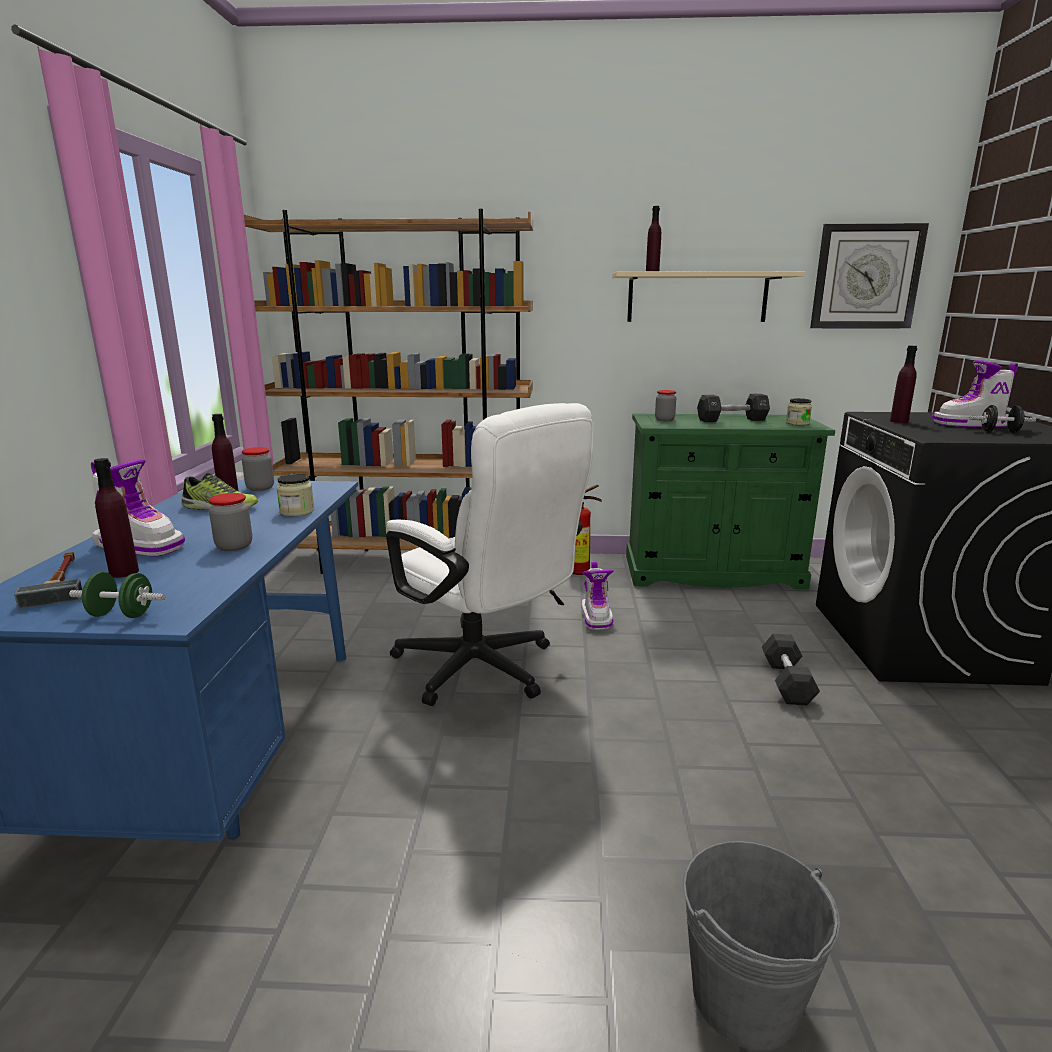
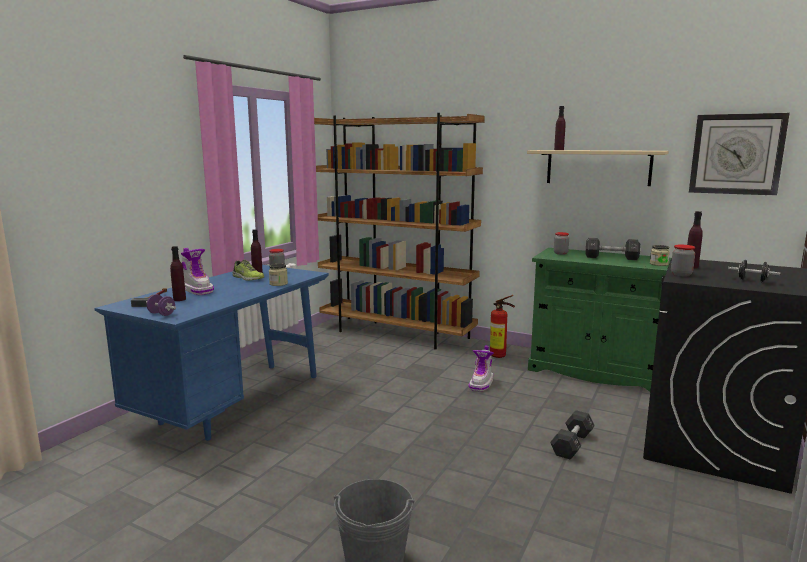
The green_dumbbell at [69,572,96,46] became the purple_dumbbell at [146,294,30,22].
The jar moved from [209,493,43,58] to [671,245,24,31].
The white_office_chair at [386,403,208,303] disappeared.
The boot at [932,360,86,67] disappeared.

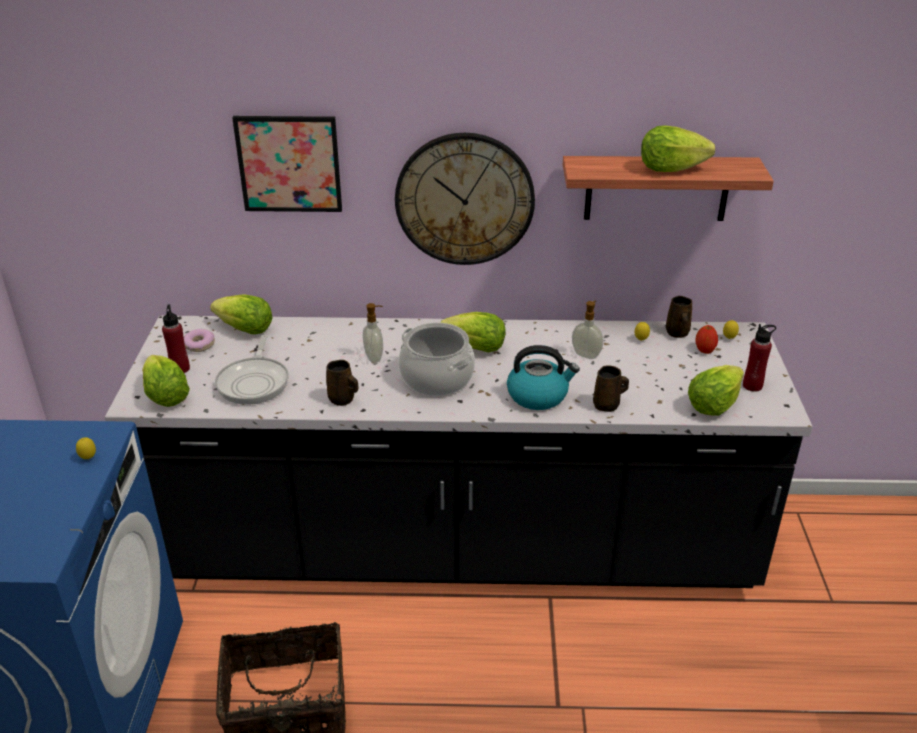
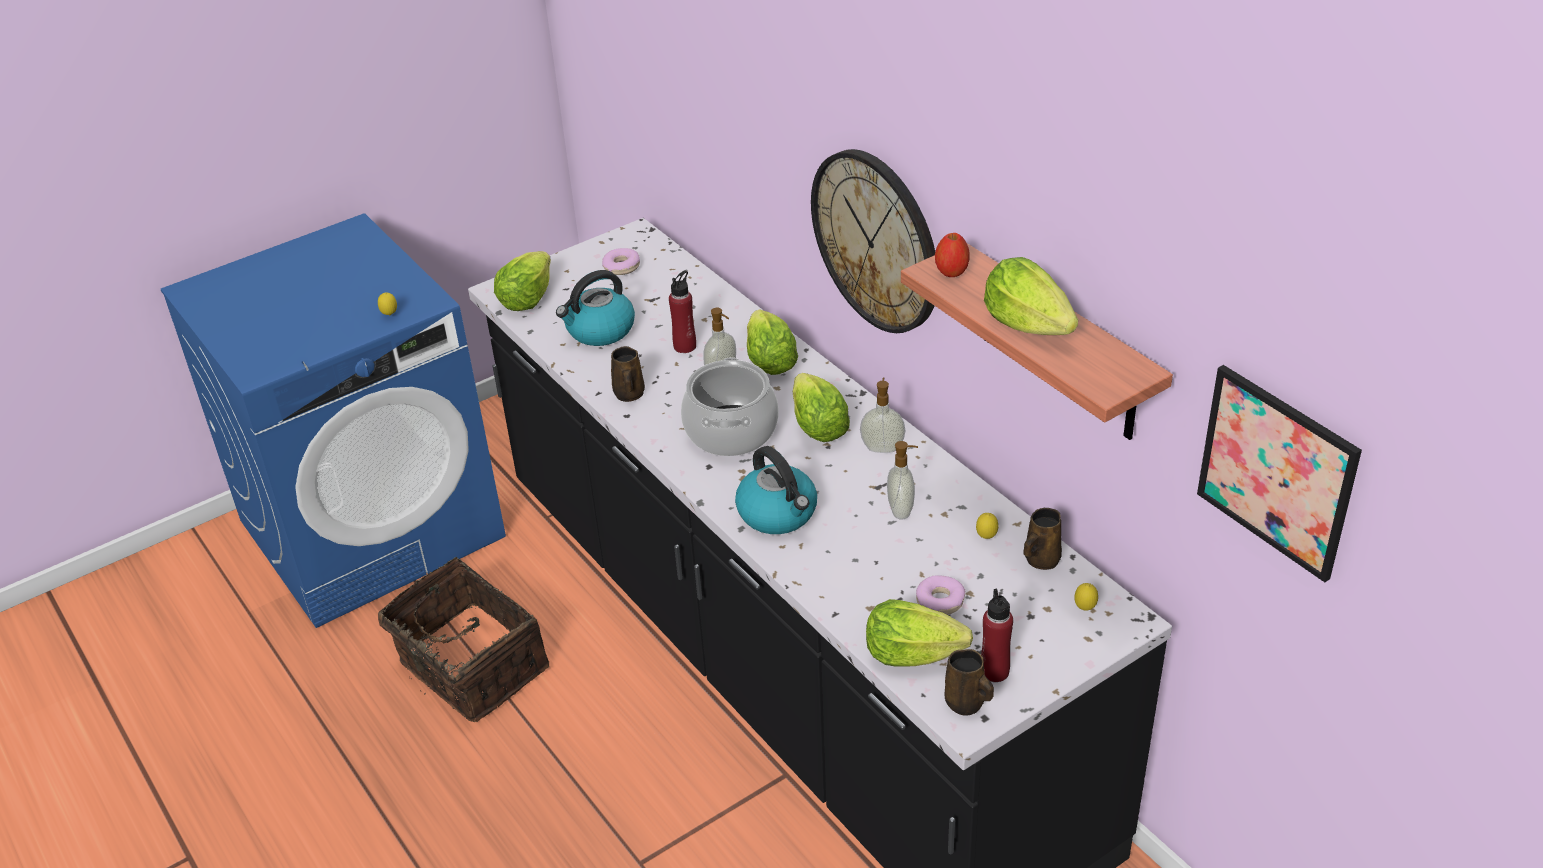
The red_bottle moved from [162,304,28,69] to [669,271,27,82].
The lettuce moved from [210,294,63,41] to [747,310,51,65].
The frying_pan at [215,335,74,70] was replaced by the kettle at [556,270,79,76].
The picture moved from [232,116,110,96] to [1197,365,165,217].
The brown_mug moved from [593,366,36,46] to [944,649,50,67].
The apple moved from [695,325,23,29] to [935,233,35,44].
The soap_dispenser at [860,377,45,76] appeared.
The donut at [916,575,49,40] appeared.

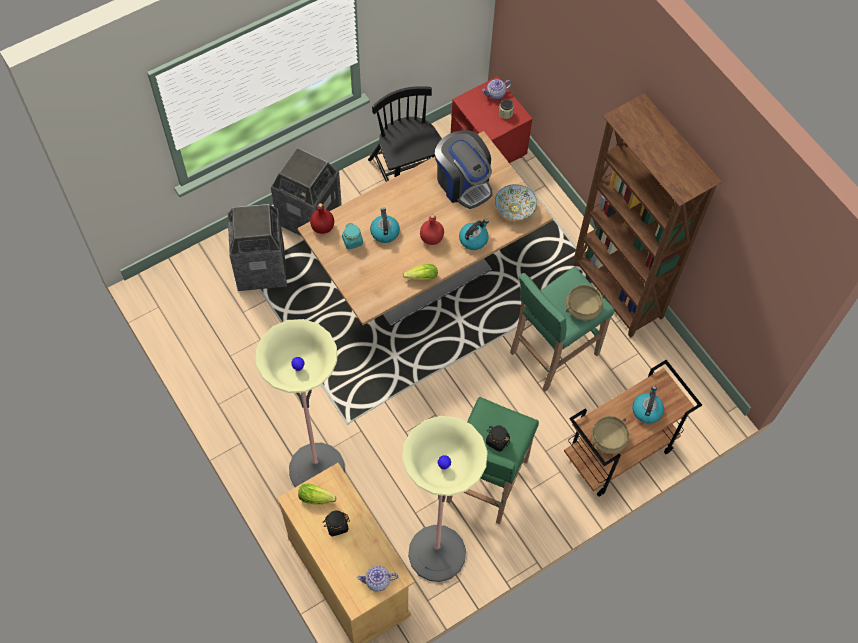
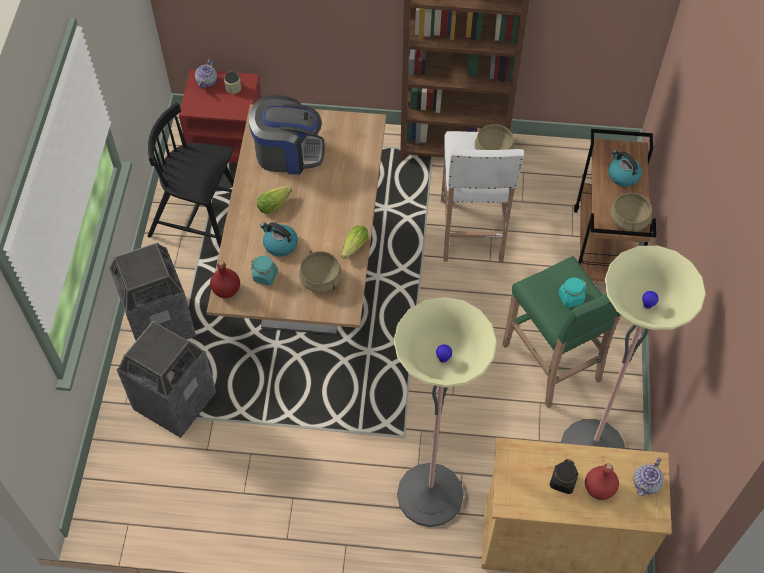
The lettuce moved from [298,483,38,22] to [257,186,35,28].
The red_bottle moved from [420,214,24,31] to [585,463,34,37].
The kettle at [459,219,30,31] disappeared.
The black_jar at [486,425,24,27] became the turquoise_jar at [558,277,29,31].
The bowl at [495,184,42,36] disappeared.
The green_stool at [510,267,105,125] became the white_stool at [441,131,83,131].
The beige_cooking_pot at [299,250,43,43] appeared.

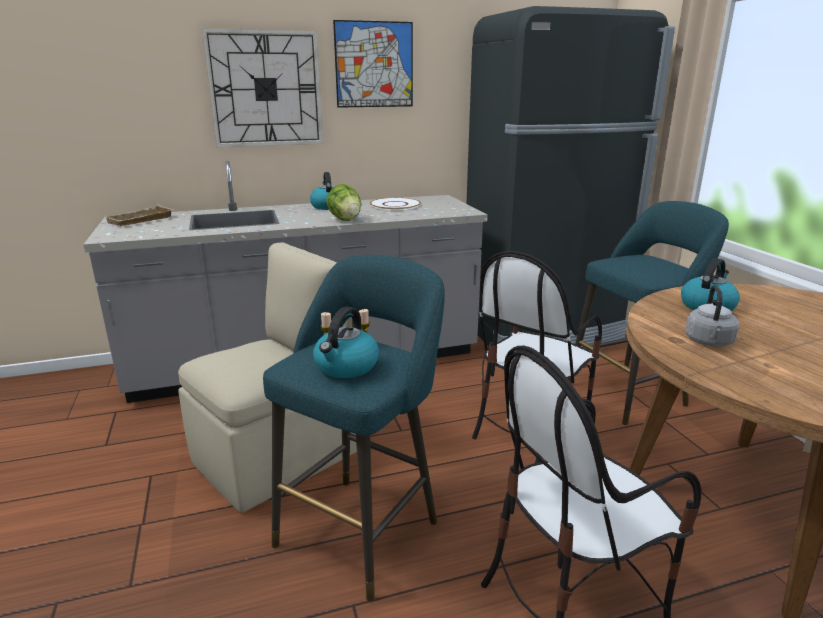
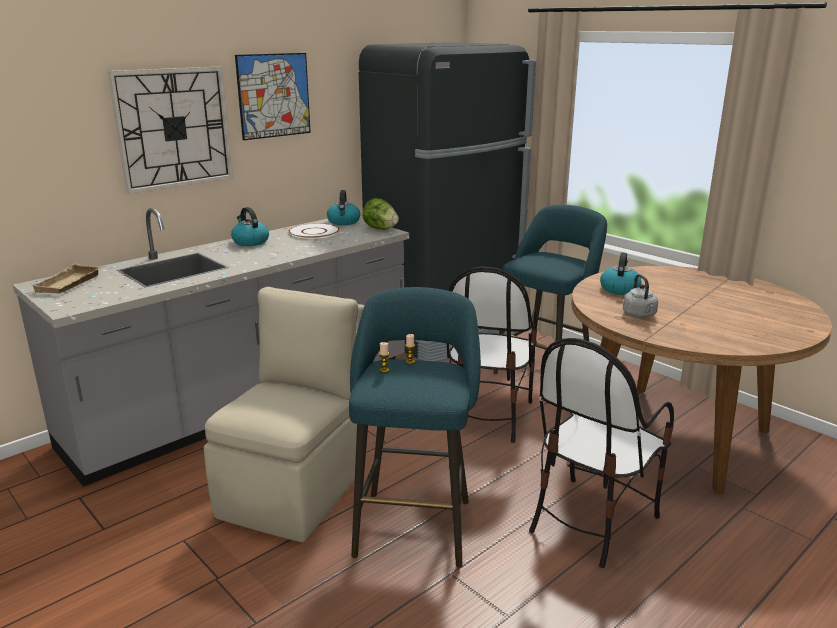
The kettle moved from [313,307,66,71] to [327,190,33,35].
The lettuce moved from [326,184,35,37] to [362,198,37,32].

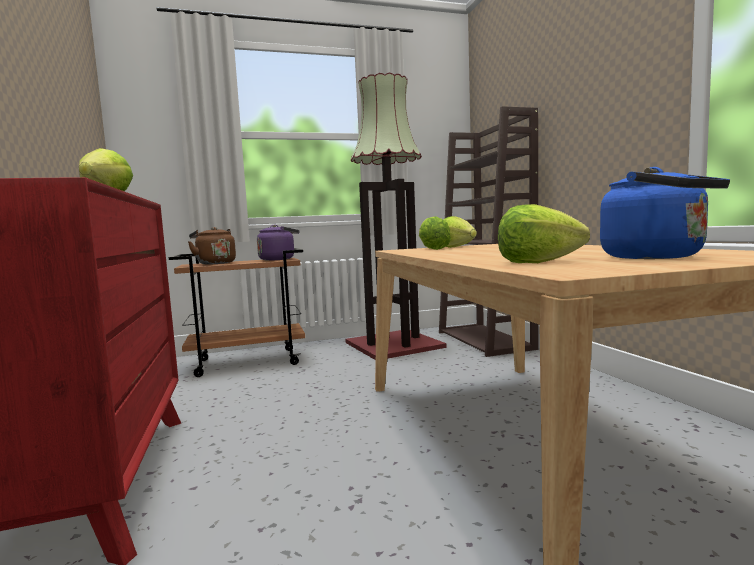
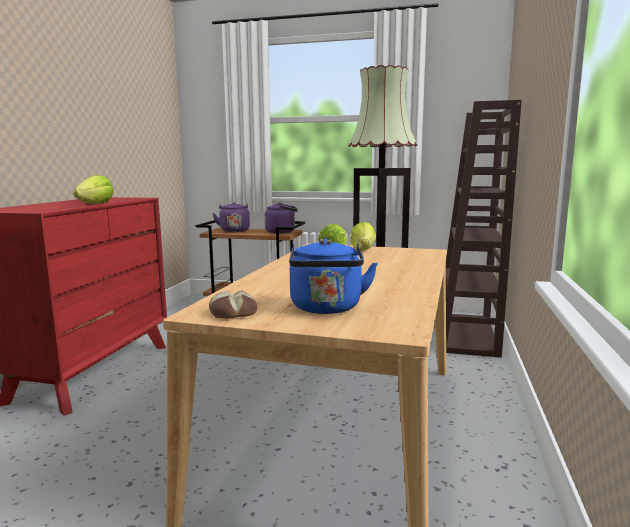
The brown_kettle at [188,227,48,37] became the purple_kettle at [213,202,37,30].
The lettuce at [498,204,92,59] disappeared.
The bread at [209,290,48,28] appeared.

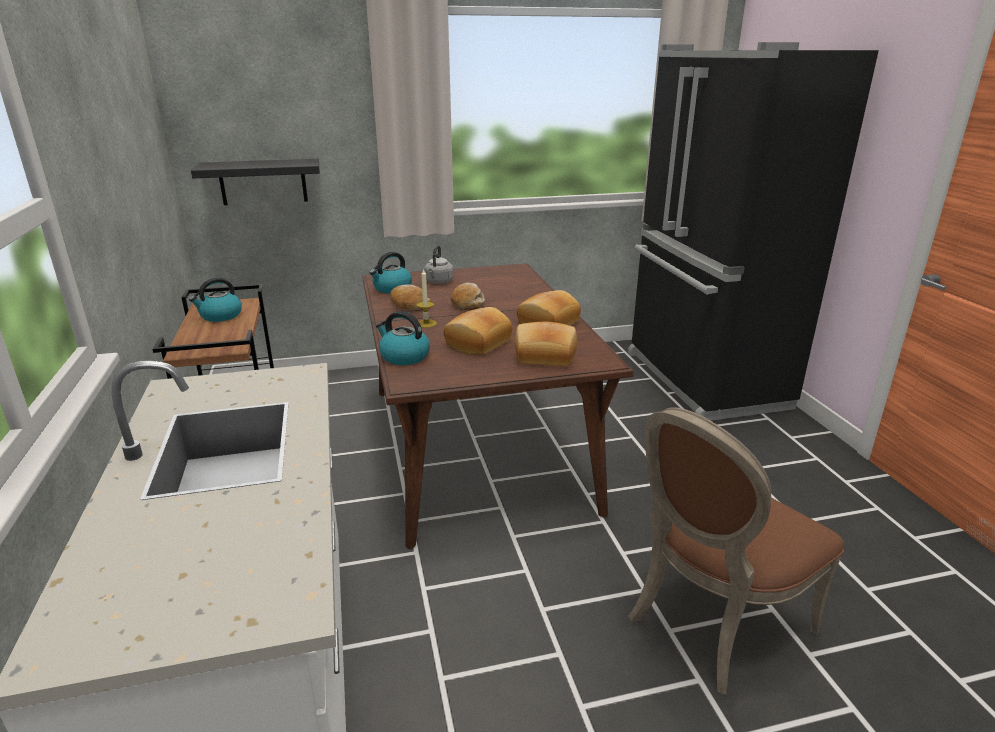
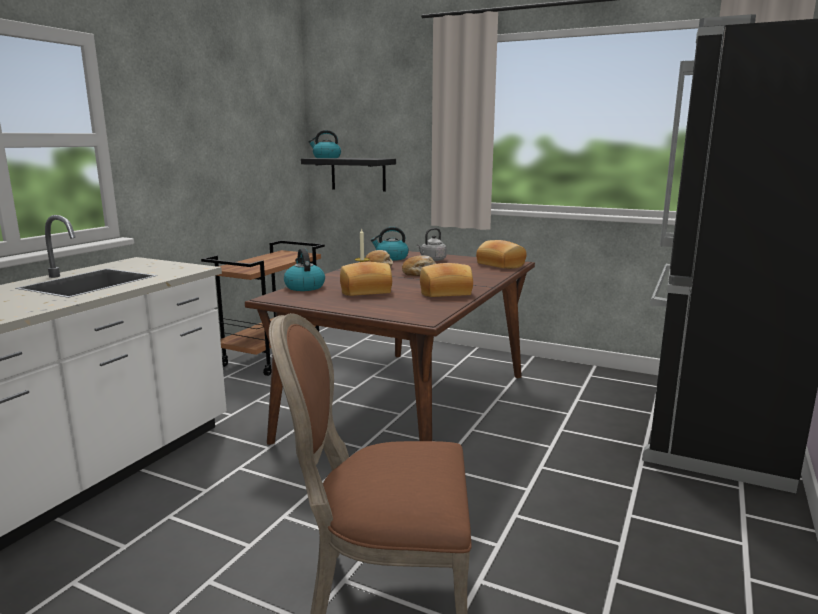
The kettle moved from [189,278,53,44] to [308,130,33,28].
The bread moved from [515,322,62,44] to [476,240,51,29].

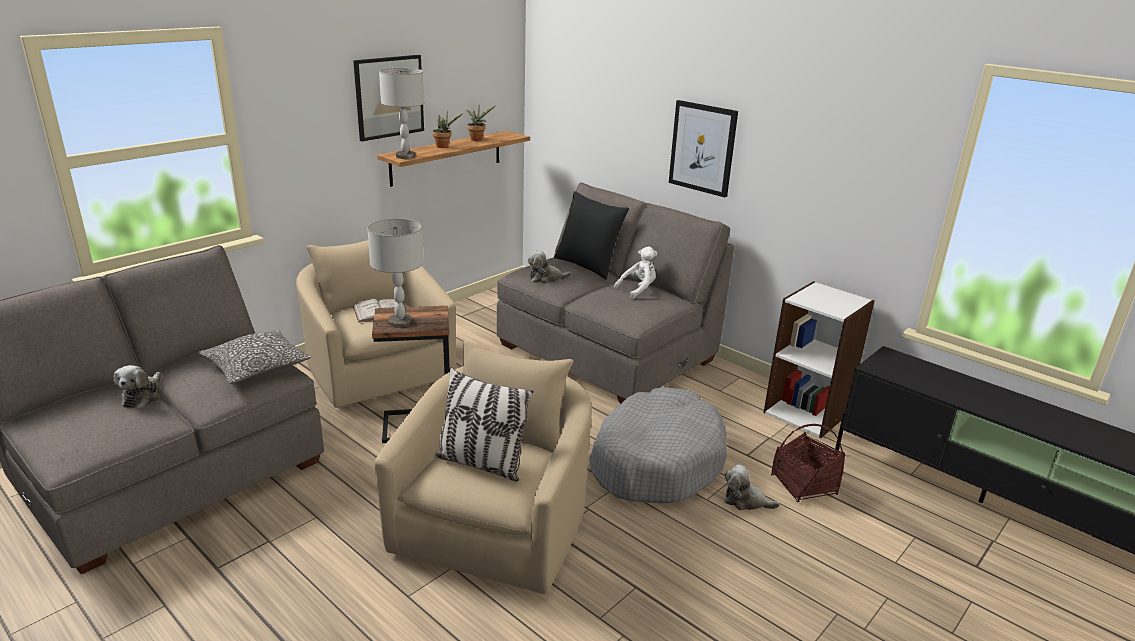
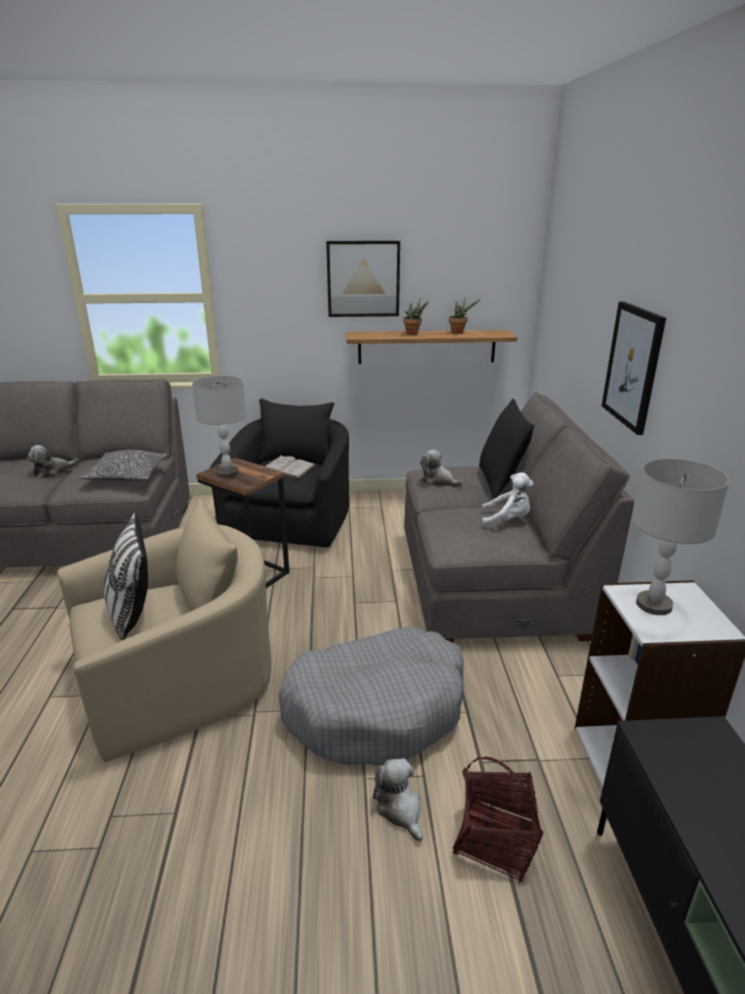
The beige_armchair at [296,240,160,168] became the black_armchair at [209,399,140,149].
The grey_table_lamp moved from [379,68,45,91] to [632,458,97,157].

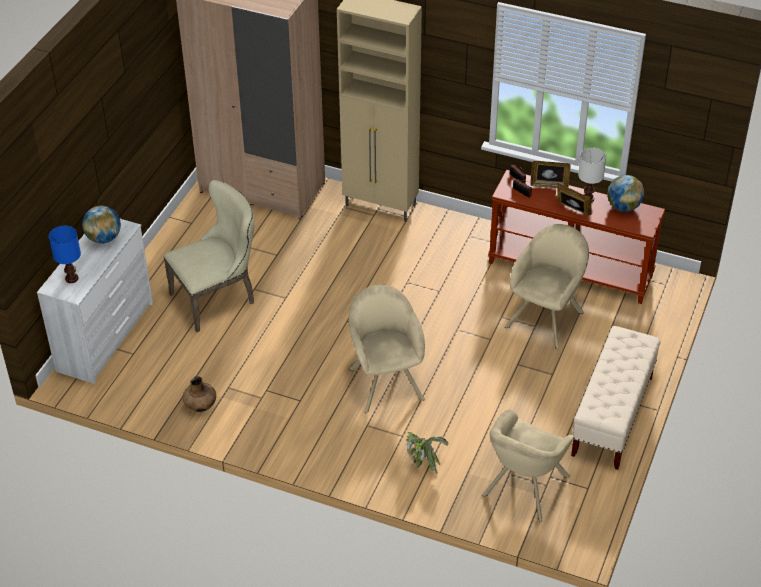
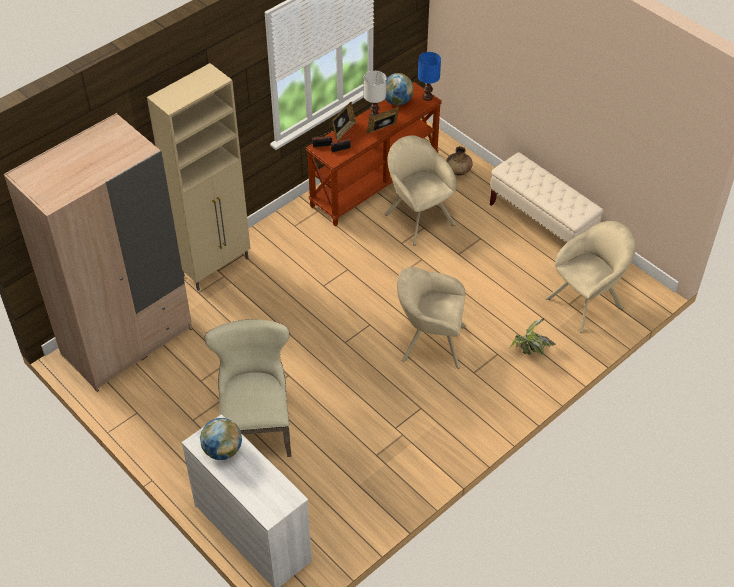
The blue_table_lamp moved from [49,226,32,57] to [418,52,23,49].
The brown_vase moved from [183,376,33,36] to [446,146,27,30].
The beige_armchair at [482,409,92,113] turned 90 degrees counterclockwise.

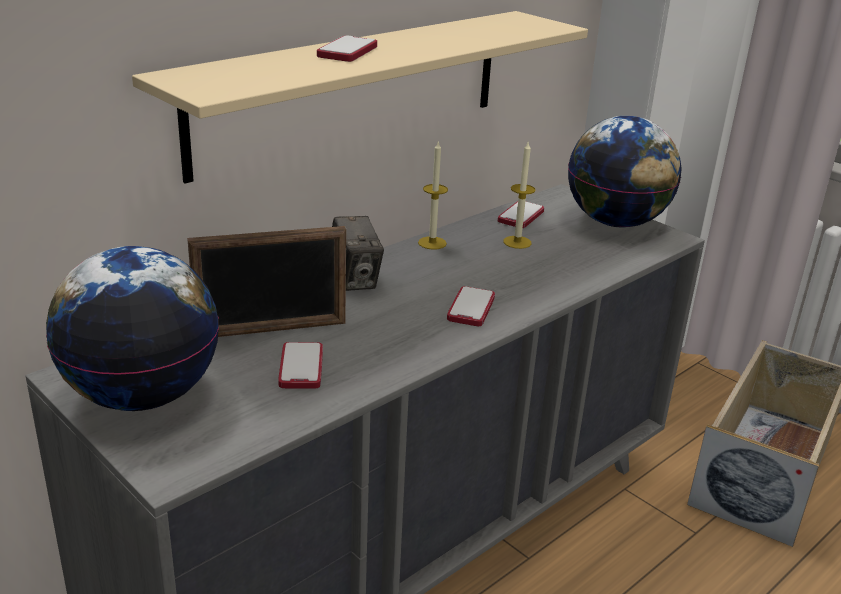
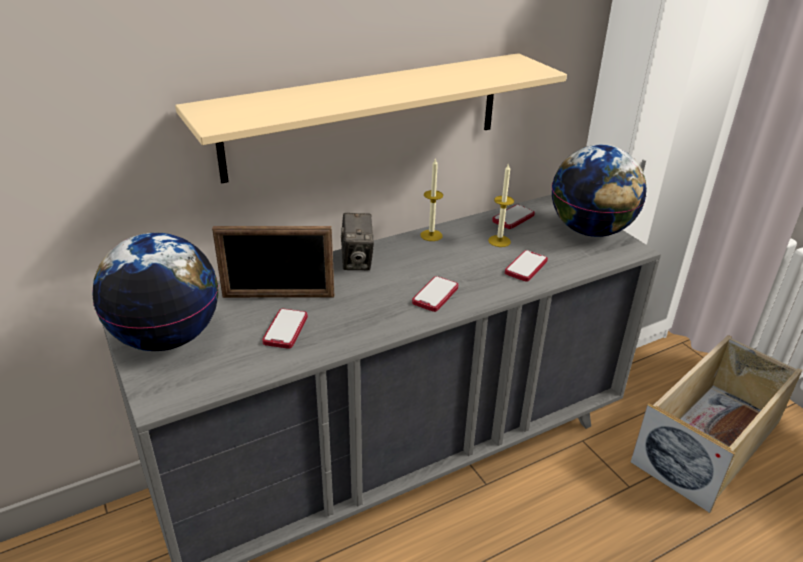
The phone moved from [317,35,60,27] to [505,250,43,32].

